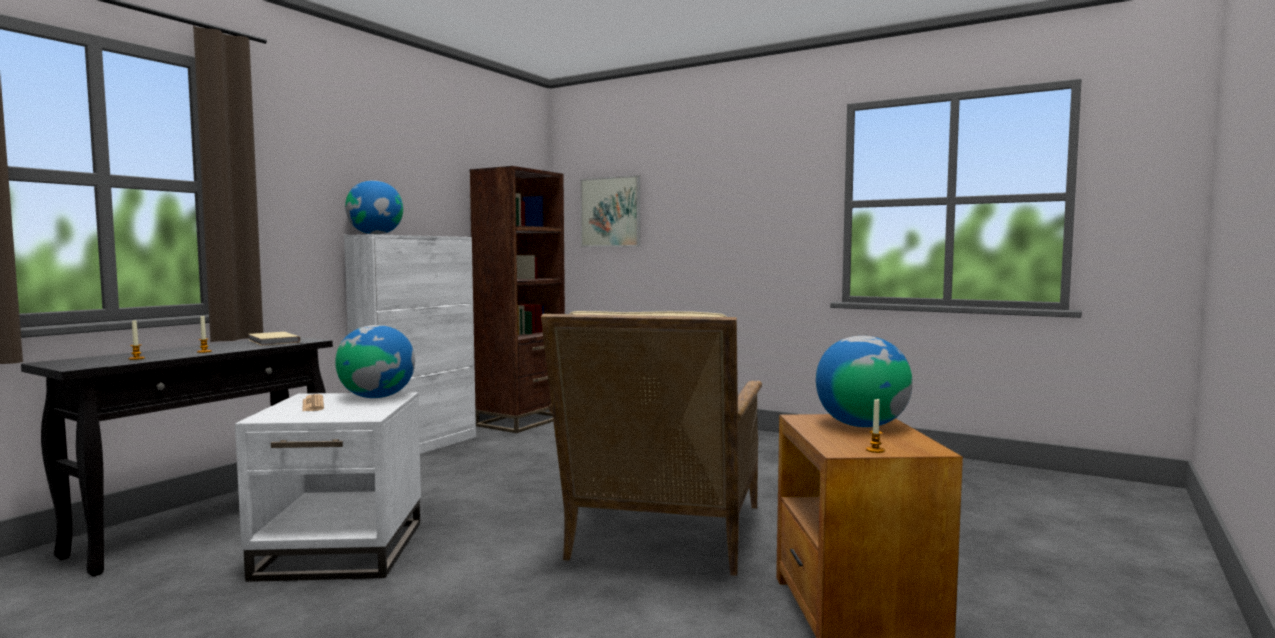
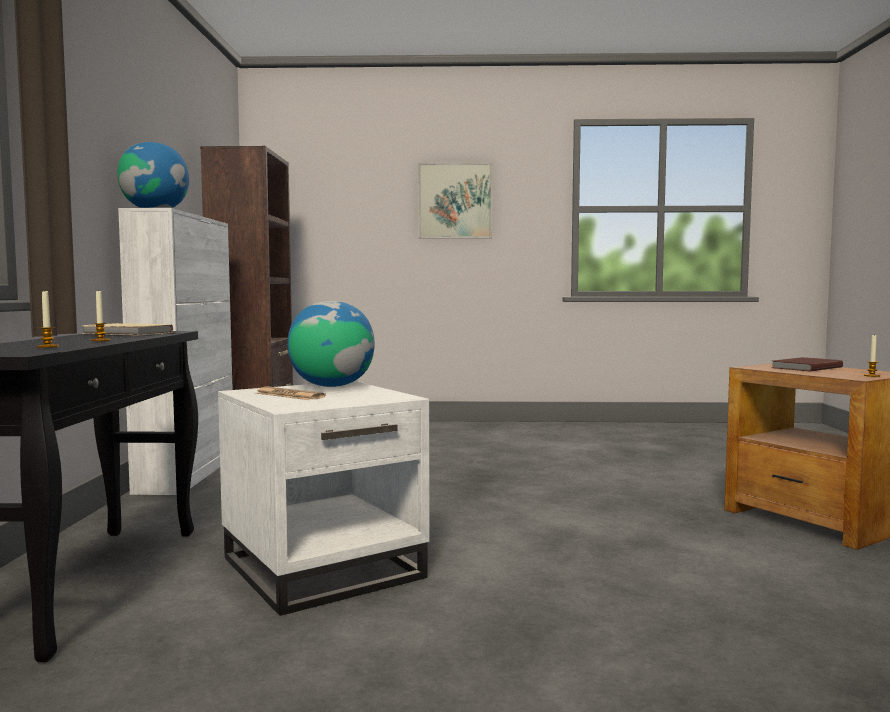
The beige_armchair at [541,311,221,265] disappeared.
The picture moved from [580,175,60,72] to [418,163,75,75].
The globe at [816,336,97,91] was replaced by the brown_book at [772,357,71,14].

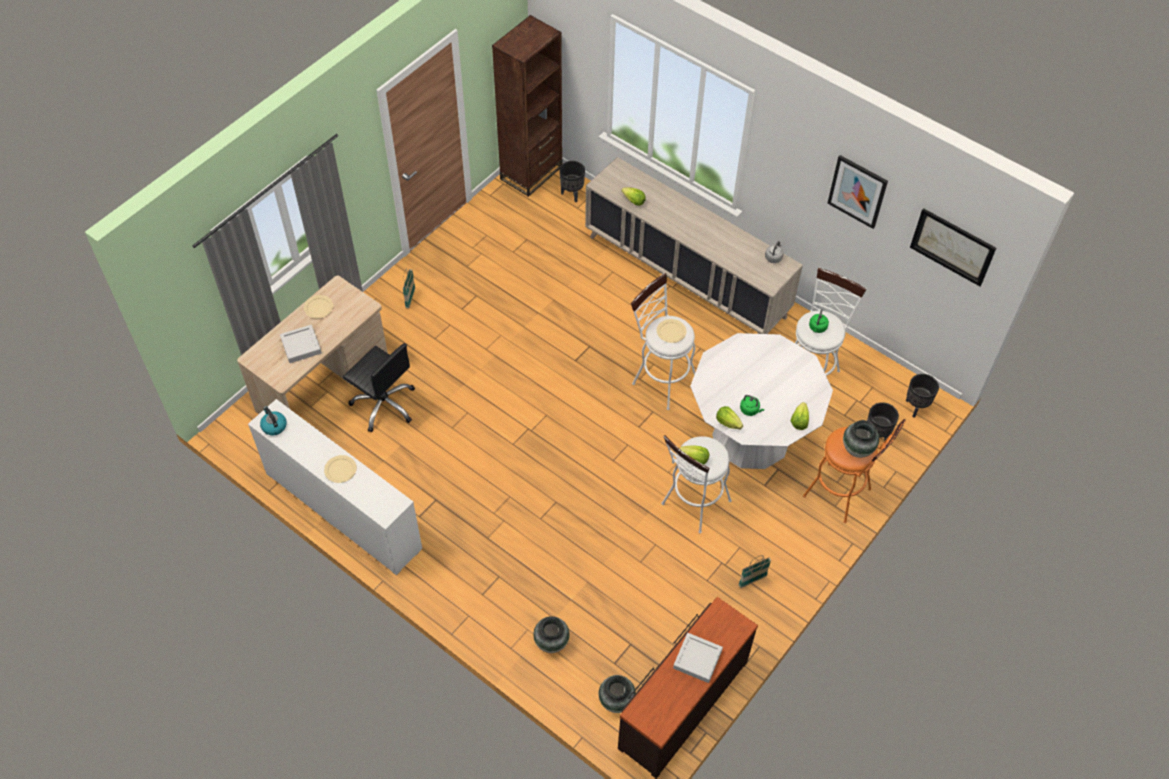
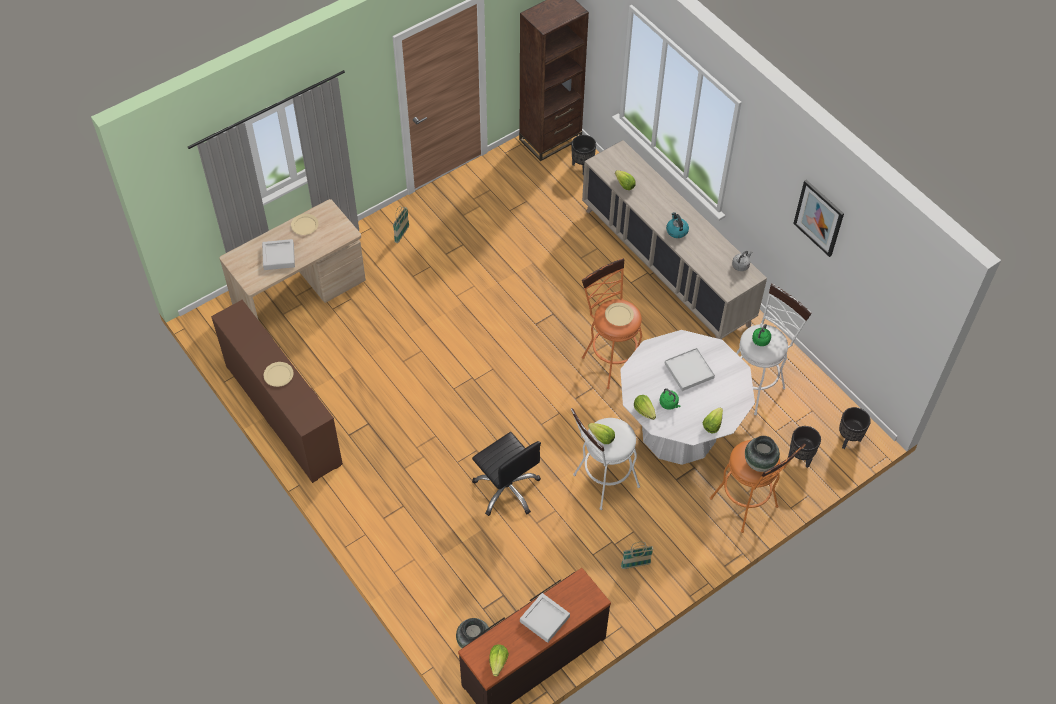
The white_dresser at [248,399,174,176] became the brown_dresser at [211,300,132,183].
The kettle moved from [260,406,27,29] to [666,212,23,26].
The black_office_chair moved from [343,343,72,89] to [472,432,69,84].
The vase at [533,616,37,37] disappeared.
The white_stool at [631,273,64,137] became the orange_stool at [582,258,60,131].
The picture at [910,208,86,78] disappeared.
The lettuce at [489,644,20,33] appeared.
The white_tray at [664,348,51,43] appeared.

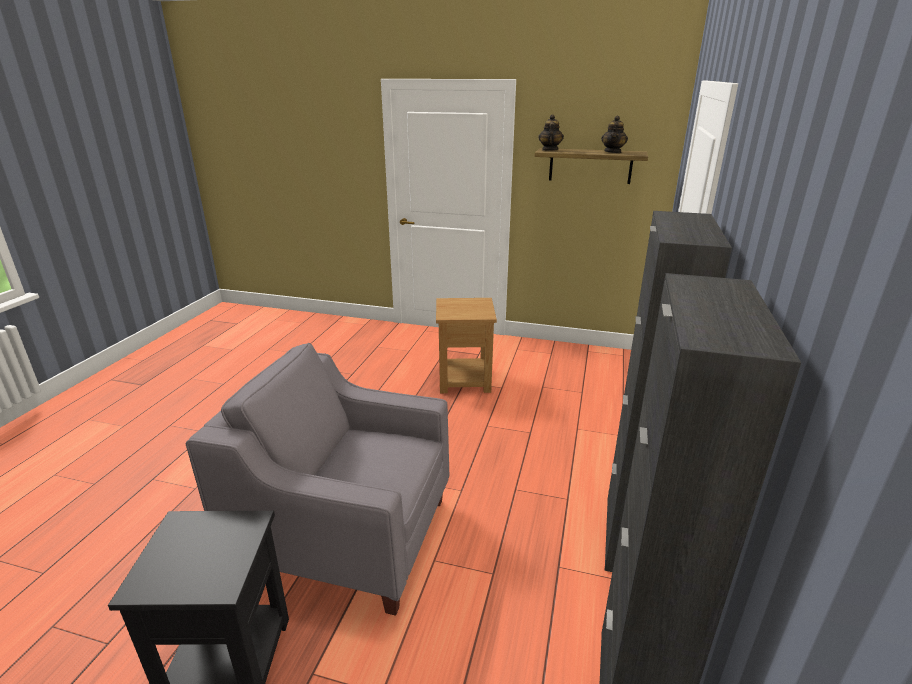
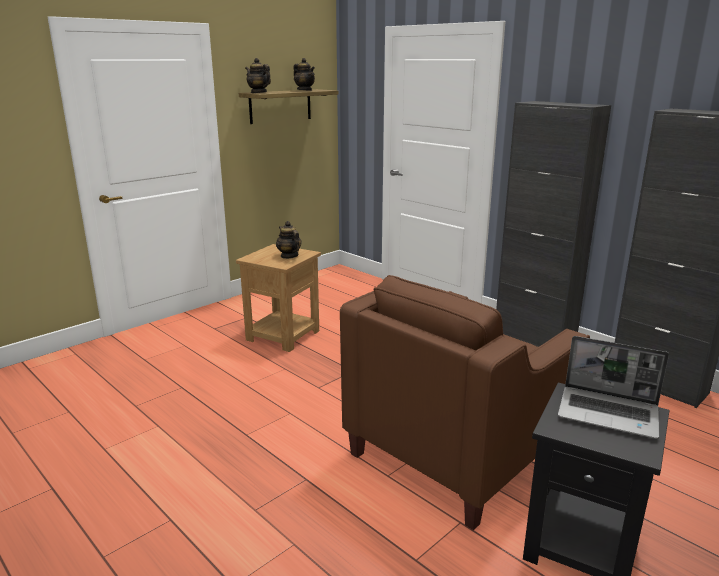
The grey_armchair at [186,343,263,273] became the brown_armchair at [340,275,250,255].
The teapot at [276,221,25,38] appeared.
The laptop at [558,336,111,103] appeared.

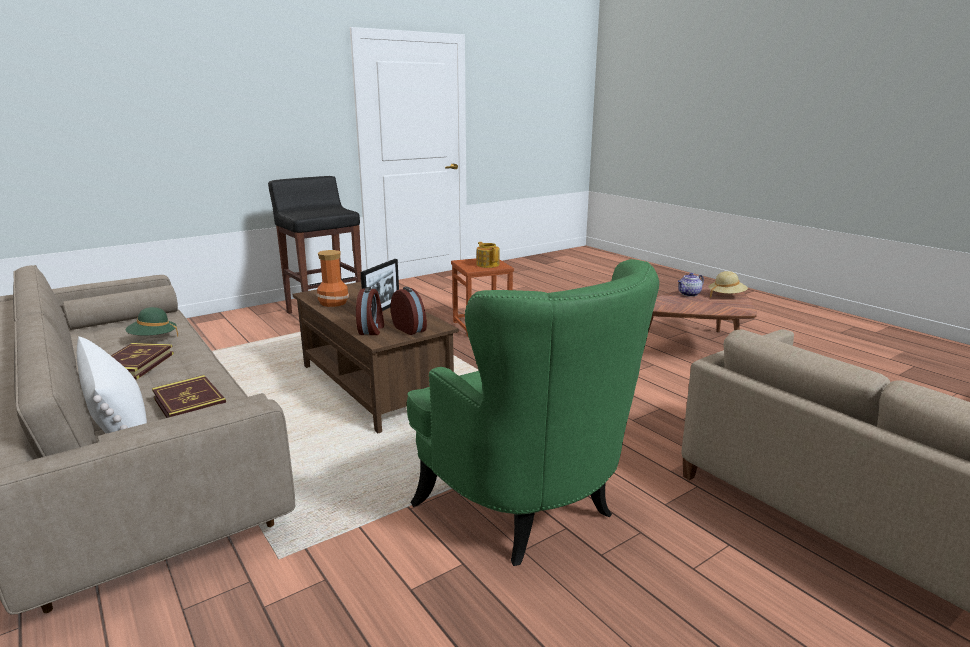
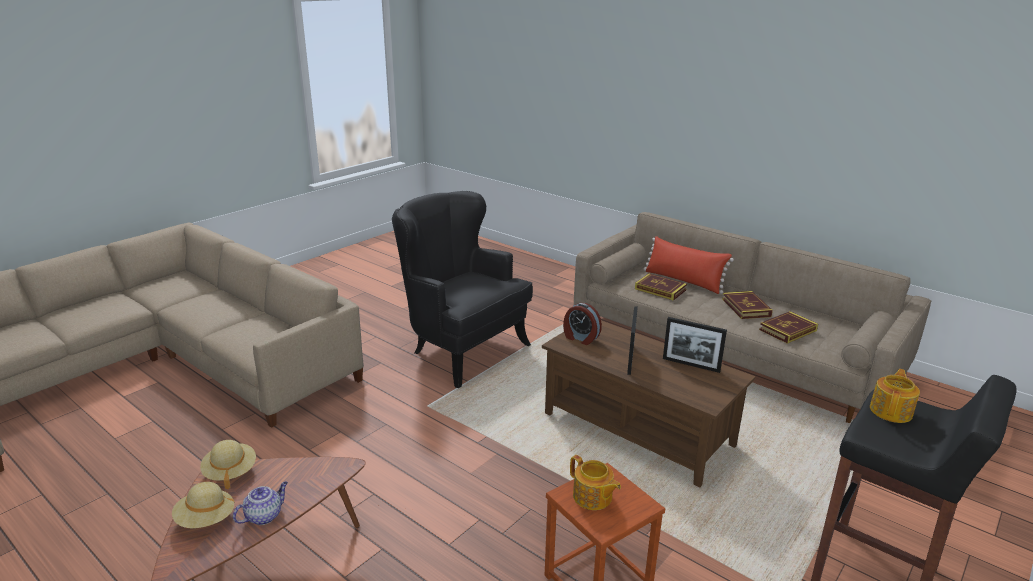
The white_pillow at [77,336,70,98] became the red_pillow at [644,236,90,58].
The green_hat at [126,307,52,29] was replaced by the book at [759,311,59,33].
The vase at [317,250,32,57] was replaced by the picture_frame at [663,317,64,56].
The alarm_clock at [356,287,28,48] disappeared.
The green_armchair at [407,259,252,307] became the black_armchair at [392,191,141,197].
The beige_hat at [200,440,56,49] appeared.
The teapot at [870,369,50,54] appeared.

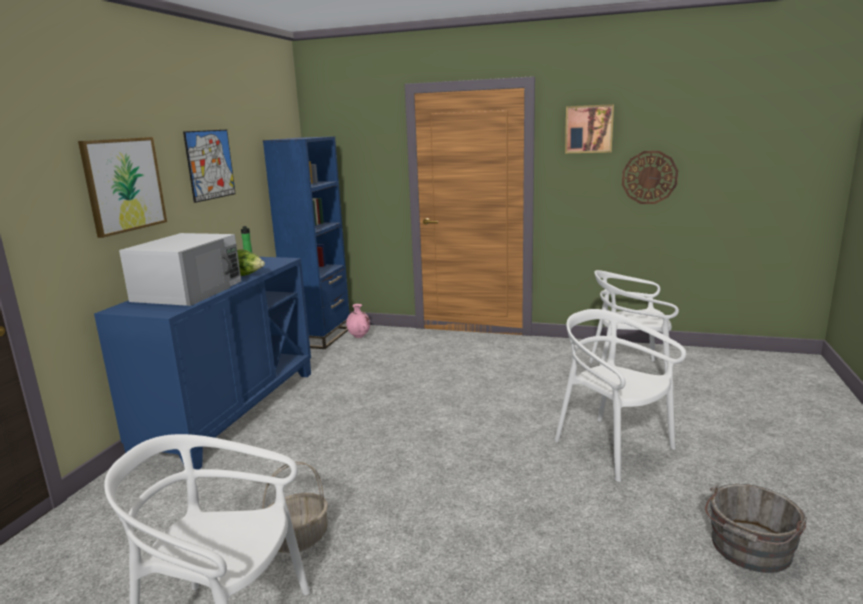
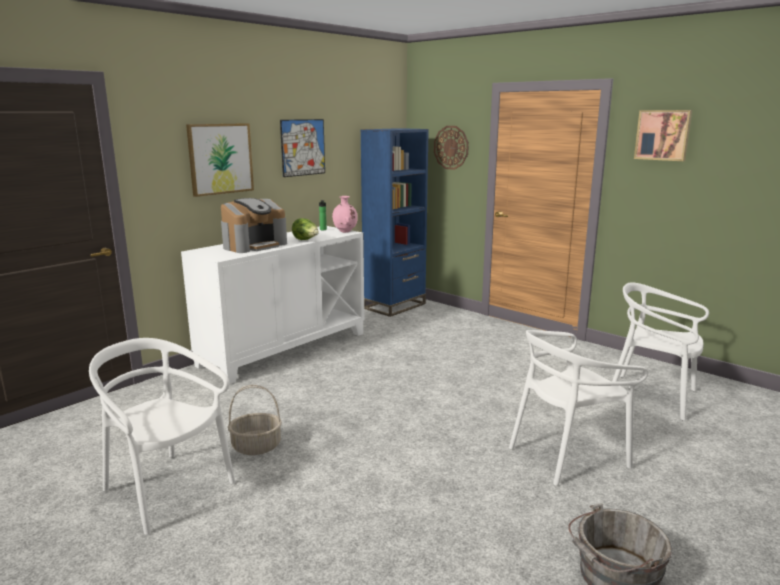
The blue_cabinet at [94,257,217,212] became the white_cabinet at [181,226,183,158].
The white_microwave at [119,233,122,73] was replaced by the coffee_machine at [221,198,66,55].
The pink_vase moved from [346,304,24,34] to [332,196,26,37].
The white_chair at [554,309,132,173] turned 105 degrees counterclockwise.
The wall_clock moved from [622,151,56,53] to [434,126,35,44].

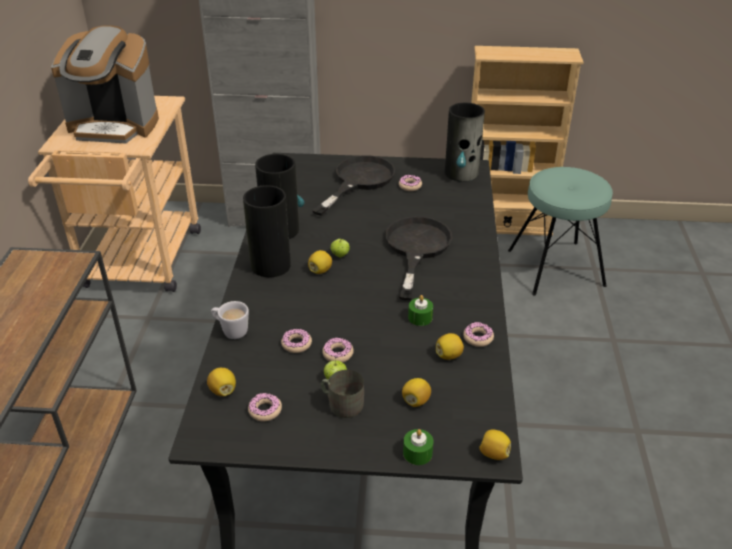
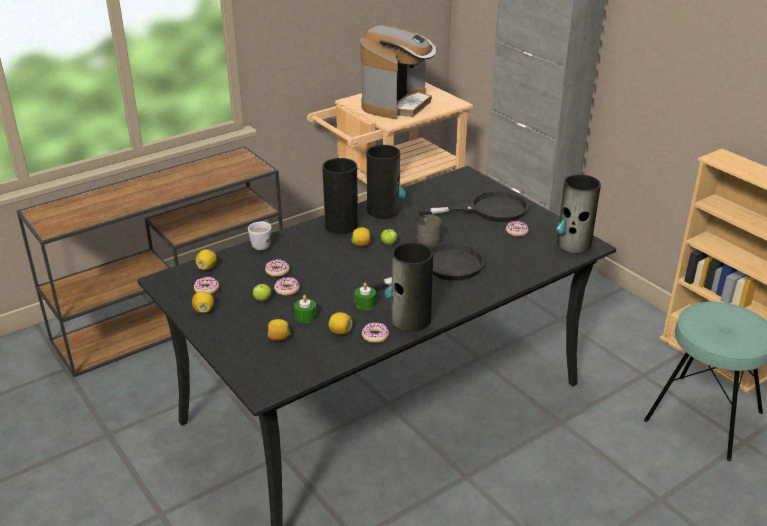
The coffee_machine at [51,26,108,118] turned 120 degrees counterclockwise.
The grey_mug moved from [321,370,43,48] to [417,215,25,31].
The green_candle moved from [403,429,31,36] to [294,295,23,28].
The lemon moved from [479,429,32,31] to [192,291,22,22].
The vase at [385,242,48,89] appeared.

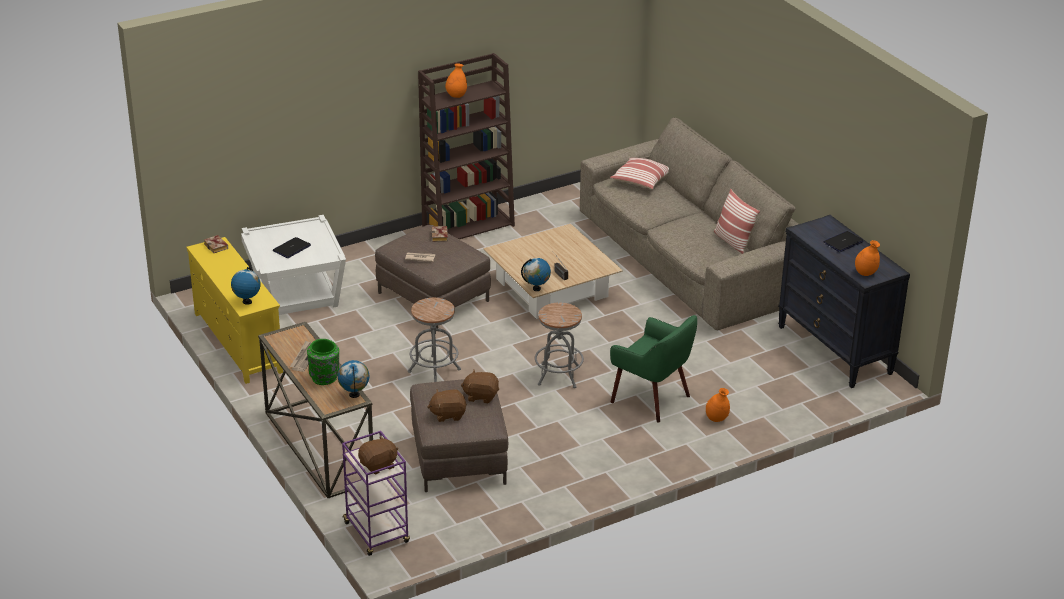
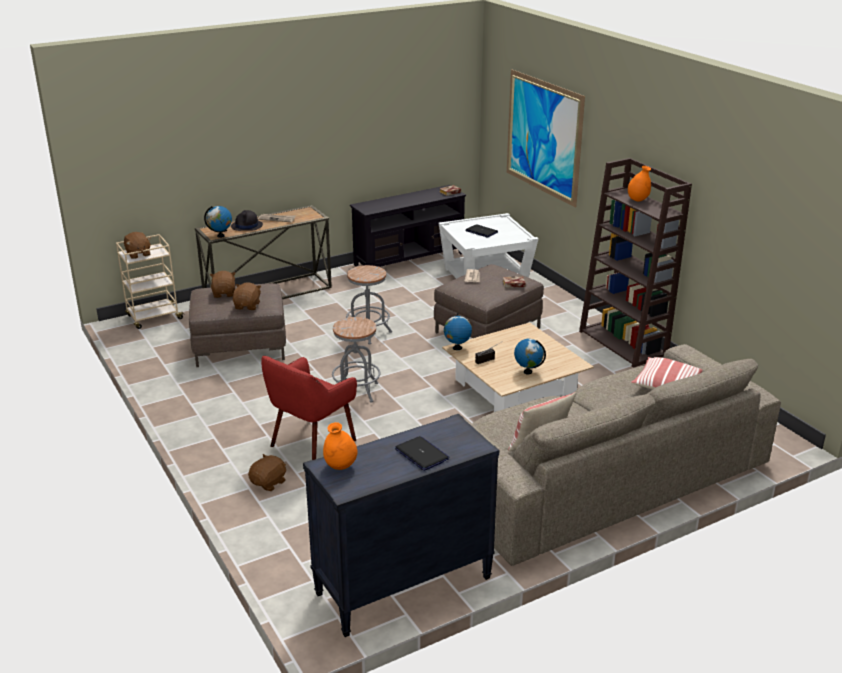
The yellow_tv_stand at [186,237,97,147] became the black_tv_stand at [350,185,116,82].
The globe moved from [231,267,30,38] to [514,338,32,37].
The green_vase at [307,339,32,46] was replaced by the black_hat at [231,210,32,21].
The purple_cart at [342,431,68,125] became the beige_cart at [116,234,69,95].
The green_armchair at [610,315,87,108] became the red_armchair at [261,356,96,104].
The orange_vase at [706,388,24,34] was replaced by the brown_plush_toy at [248,454,38,37].
The picture at [507,69,78,139] appeared.

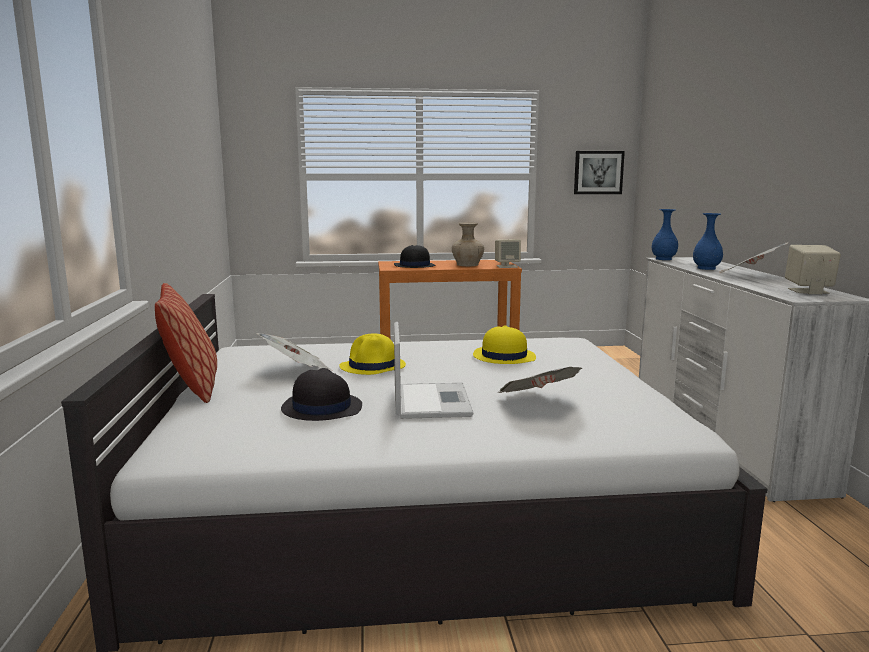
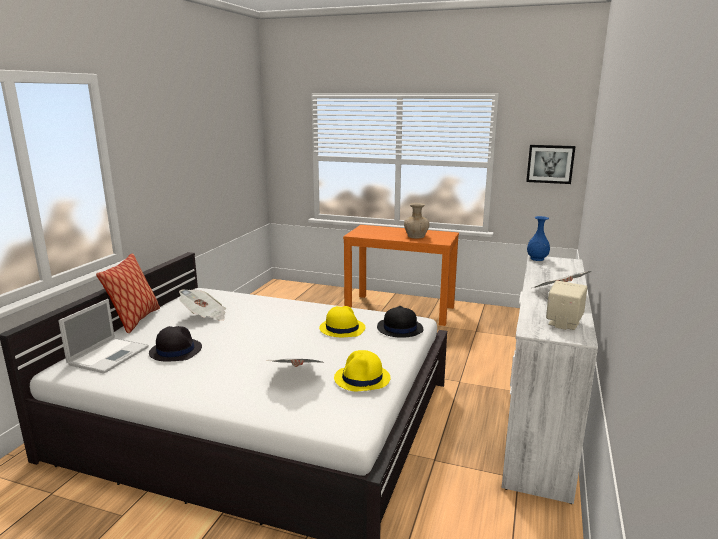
The yellow_hat moved from [339,333,67,42] to [334,350,56,41].
The black_hat moved from [394,245,42,23] to [377,306,46,32].
The laptop moved from [394,322,79,97] to [58,299,91,74].
The beige_speaker at [495,239,26,29] disappeared.
The blue_vase at [693,213,30,57] disappeared.

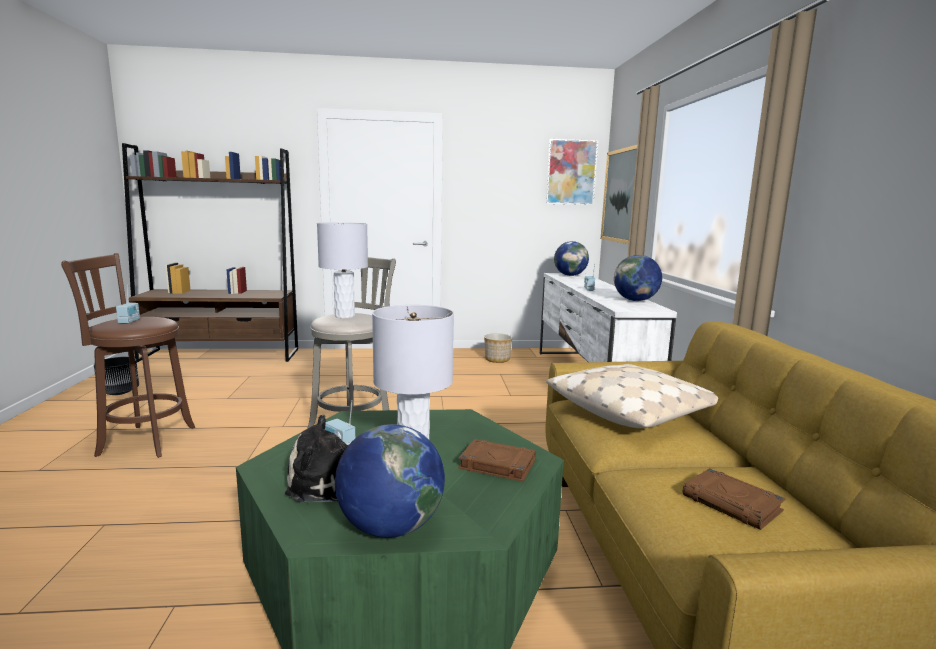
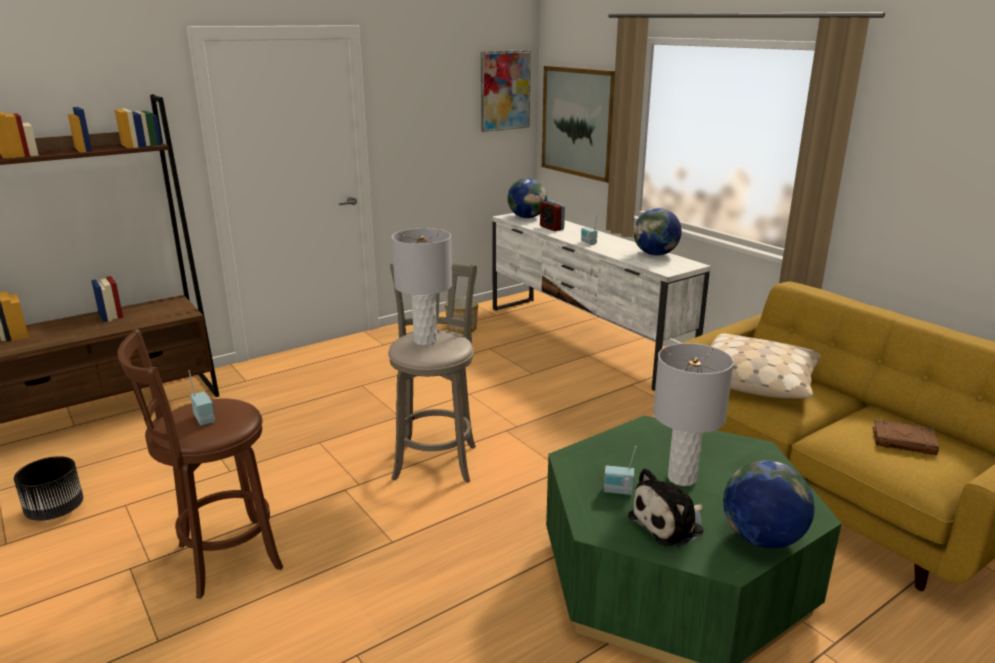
The brown_book at [458,439,78,43] disappeared.
The alarm_clock at [540,200,25,31] appeared.

